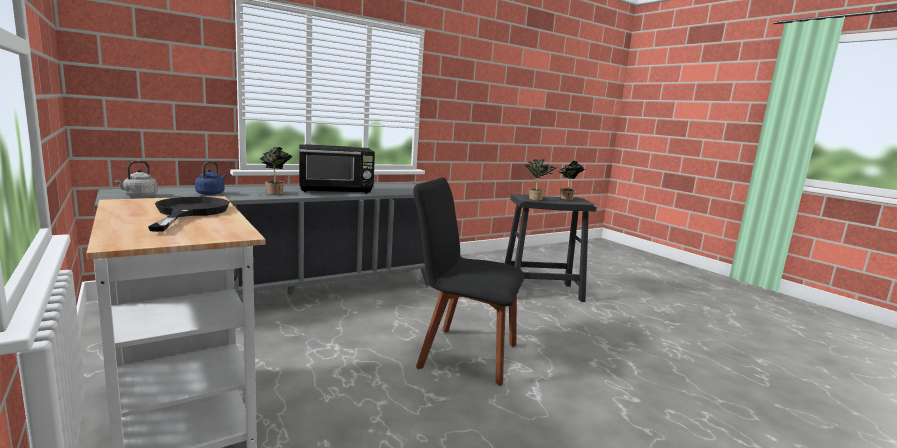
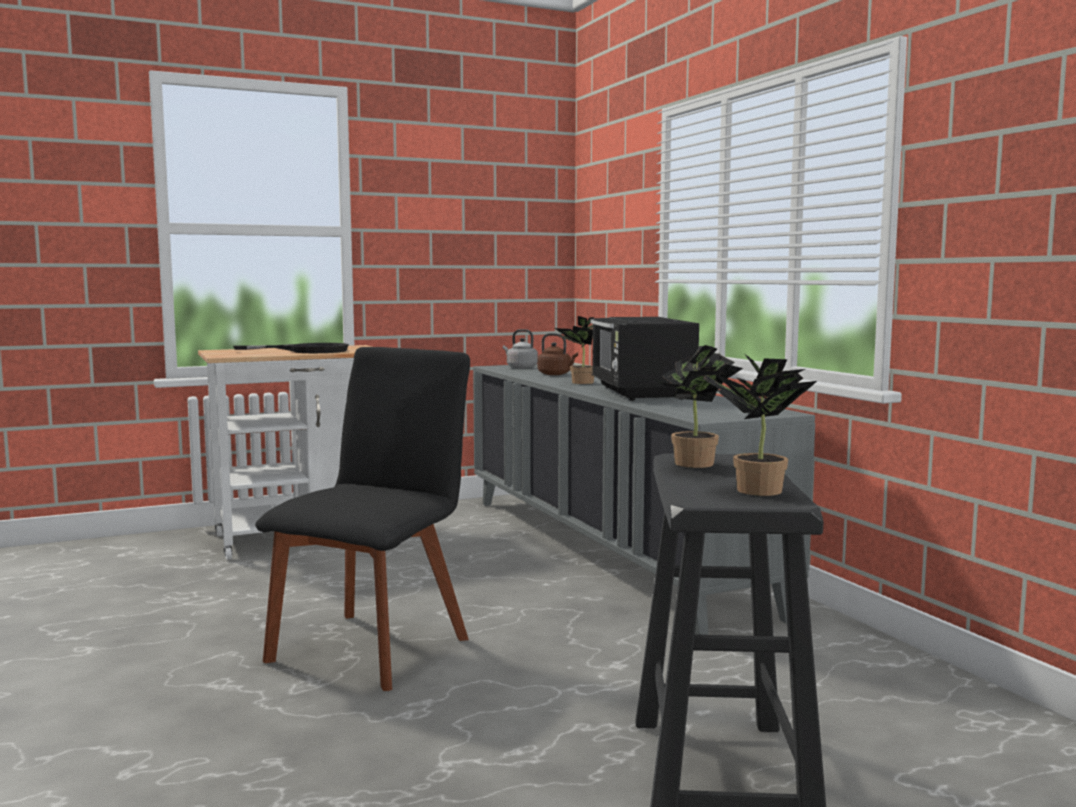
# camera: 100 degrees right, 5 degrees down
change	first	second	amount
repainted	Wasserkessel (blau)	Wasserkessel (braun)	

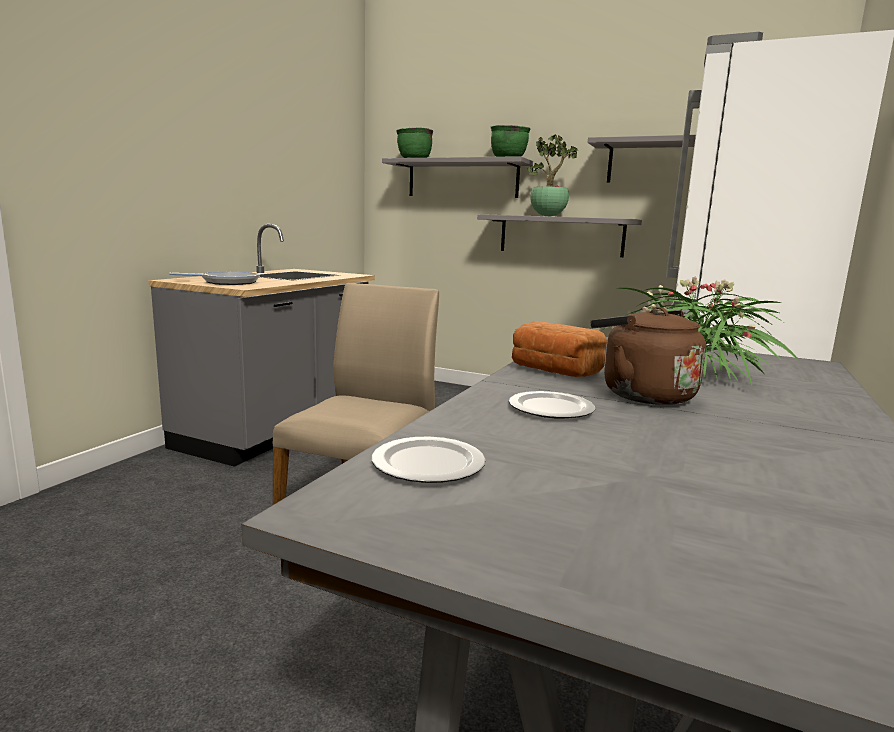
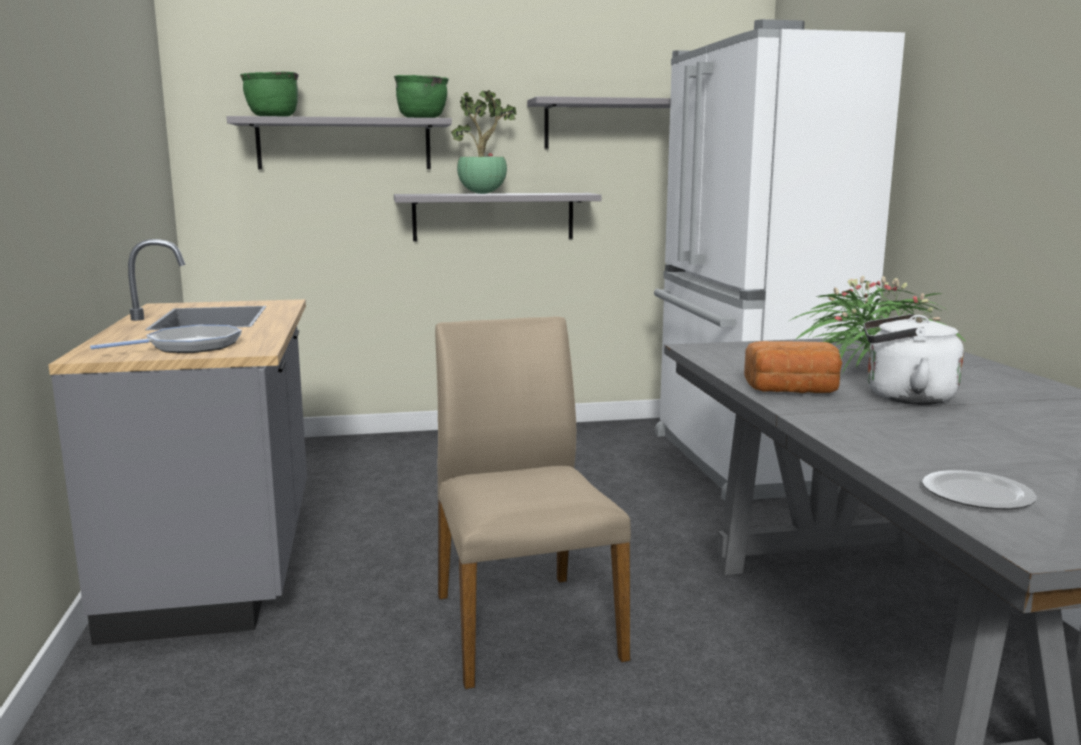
# camera: 35 degrees left, 0 degrees up
change	first	second	amount
repainted	Wasserkessel (braun)	Wasserkessel (weiß)	
gone	Teller (no. 2 from left)		

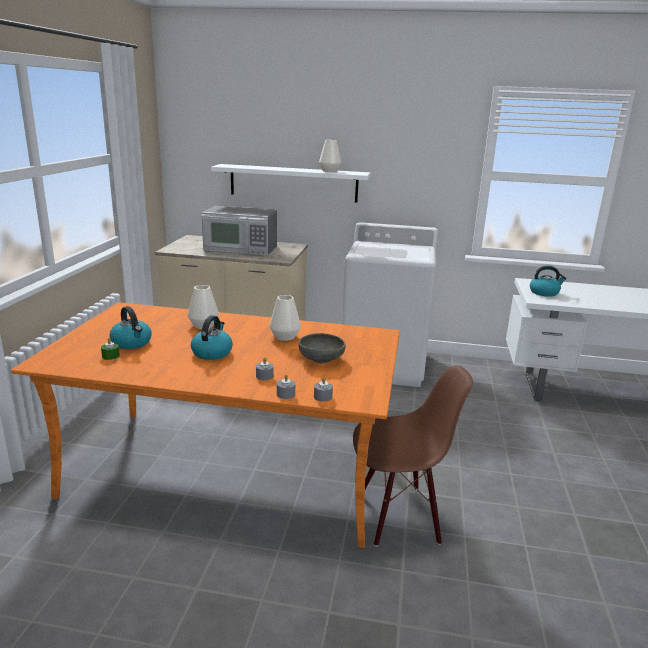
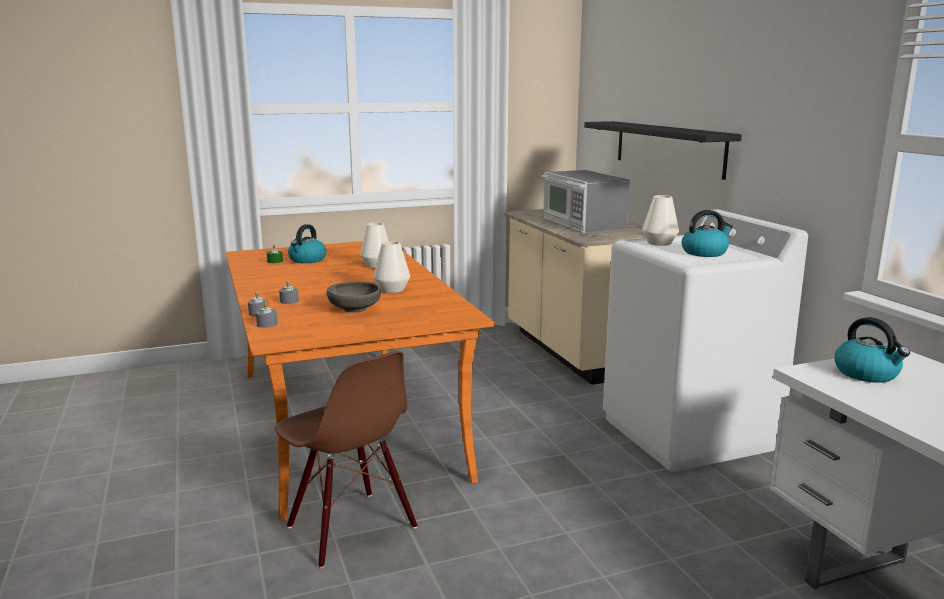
# camera: 60 degrees right, 5 degrees down
change	first	second	amount
repainted	Wandregal (weiß)	Wandregal (schwarz)	
shifted	Vase (weiß) (no. 3 from left)		
shifted	Wasserkessel (no. 2 from left)		

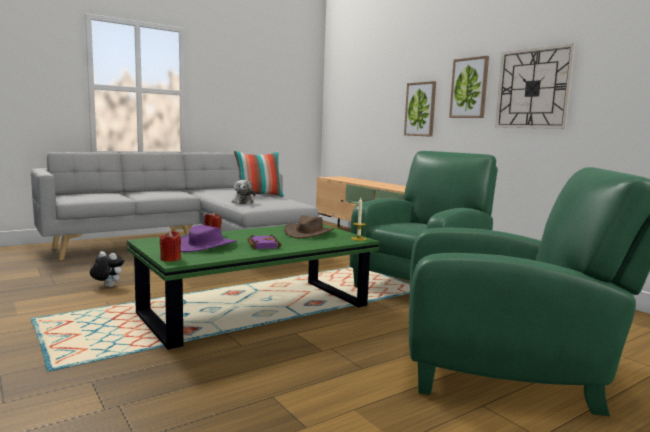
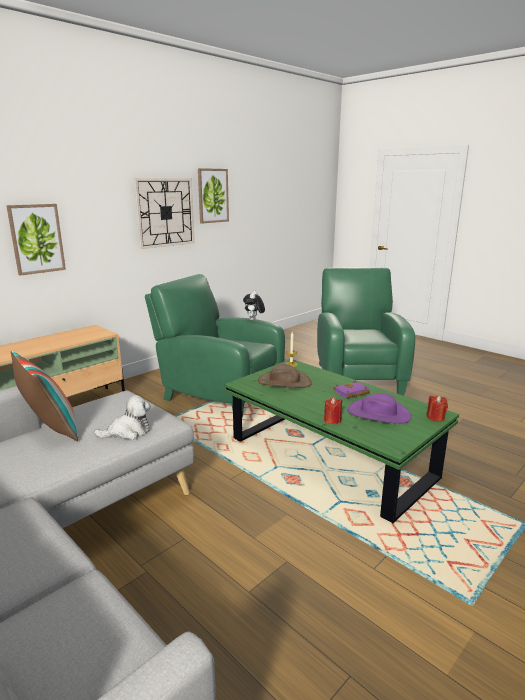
# camera: 100 degrees left, 10 degrees up
change	first	second	amount
shifted	Bild (no. 2 from left)		
shifted	Plüschtier (no. 1 from left in the first image)	Plüschtier (no. 2 from left)	

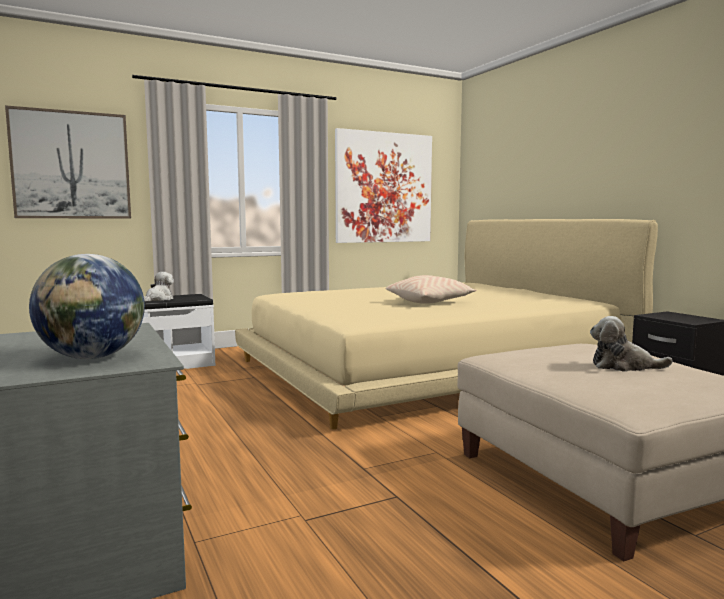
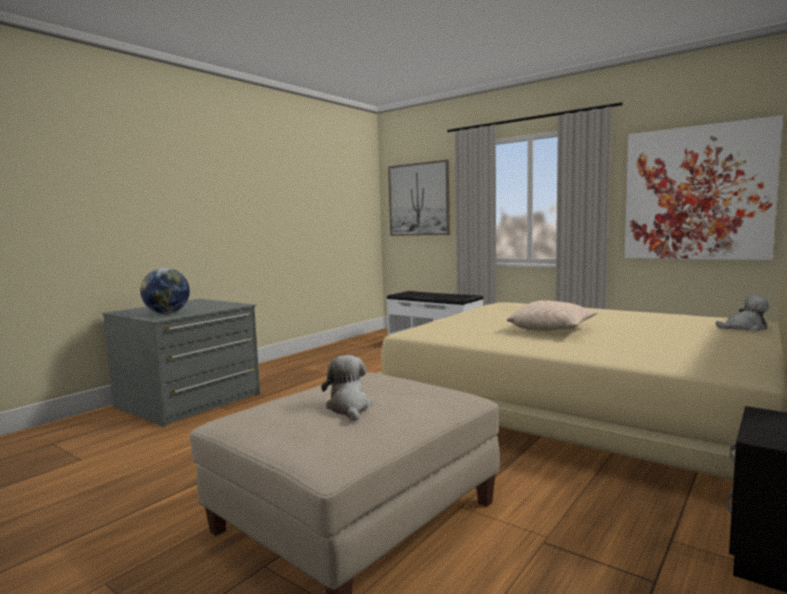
# camera: 65 degrees right, 0 degrees up
change	first	second	amount
shifted	Plüschtier (no. 1 from left in the first image)	Plüschtier (no. 2 from left)	

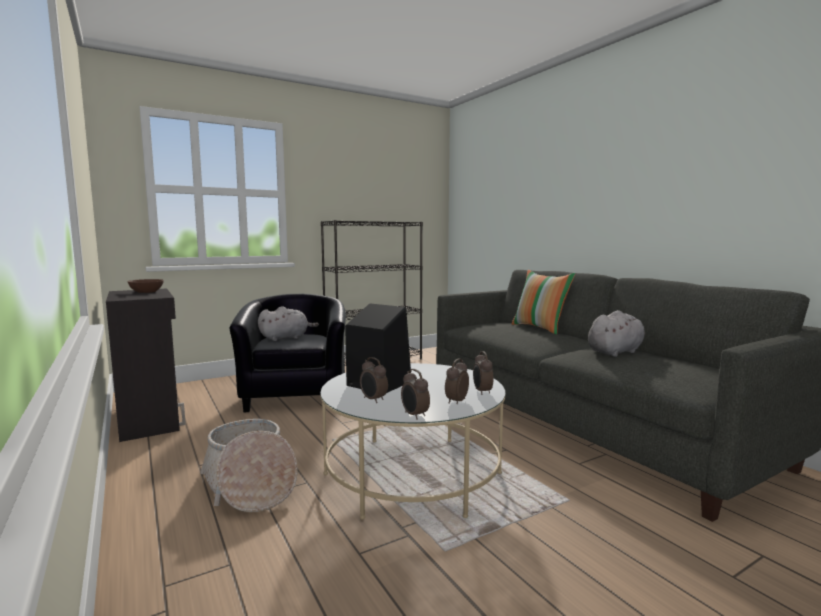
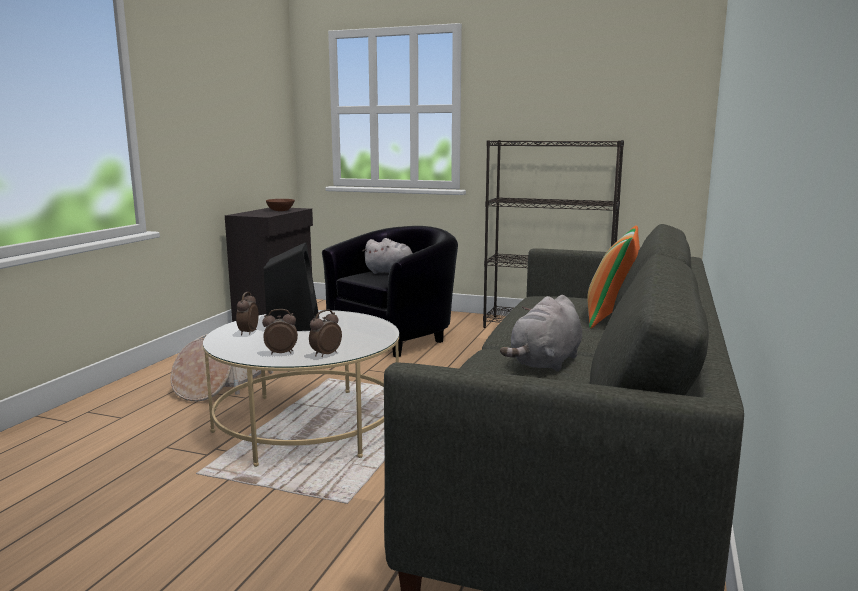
# camera: 50 degrees right, 5 degrees up
change	first	second	amount
rotated	Plüschtier (grau) (no. 2 from left)		105 degrees clockwise
gone	Wecker (no. 2 from left)		

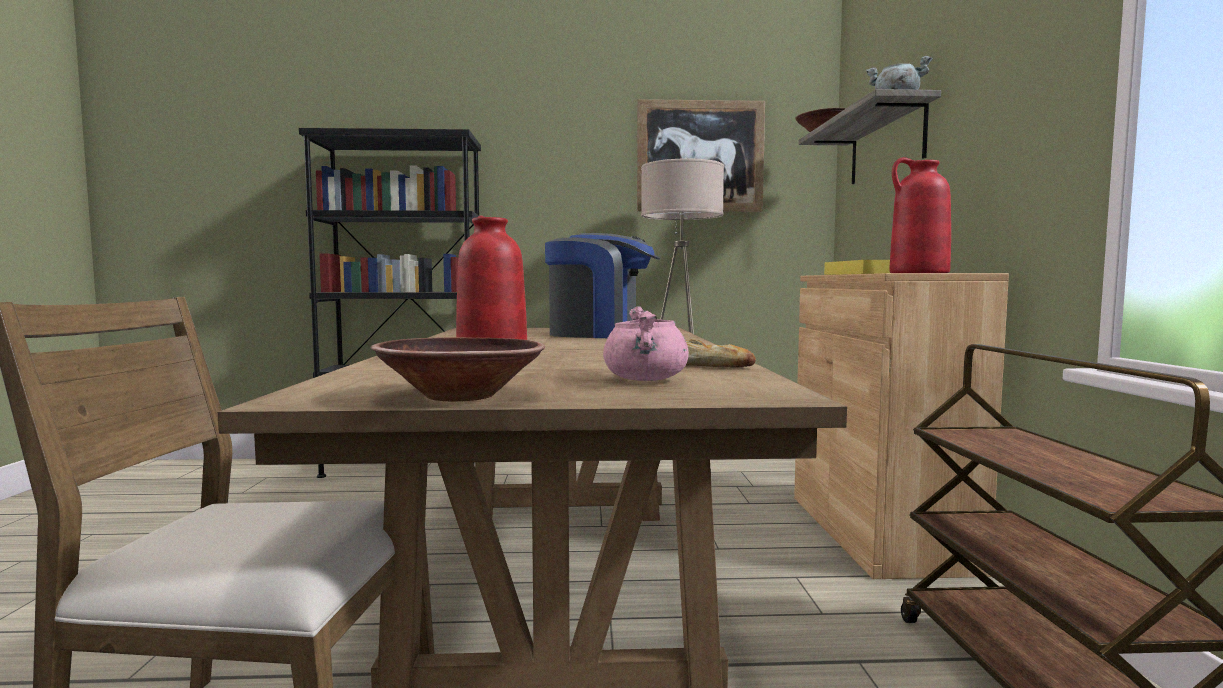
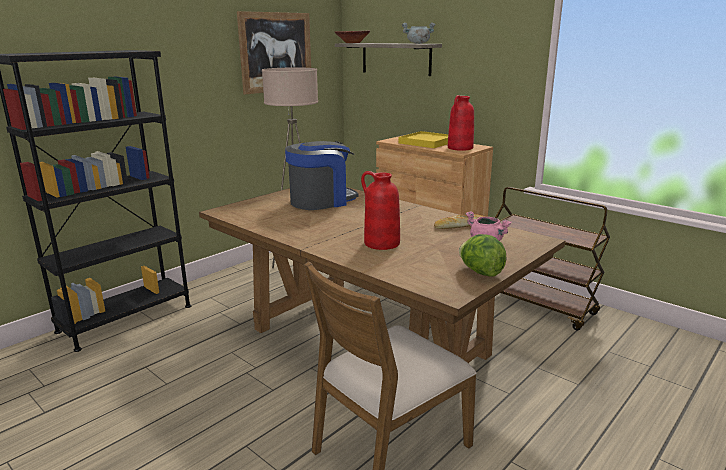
# camera: 45 degrees left, 15 degrees up
change	first	second	amount
swapped	Schüssel (braun) (no. 1 from left)	Salatkopf	

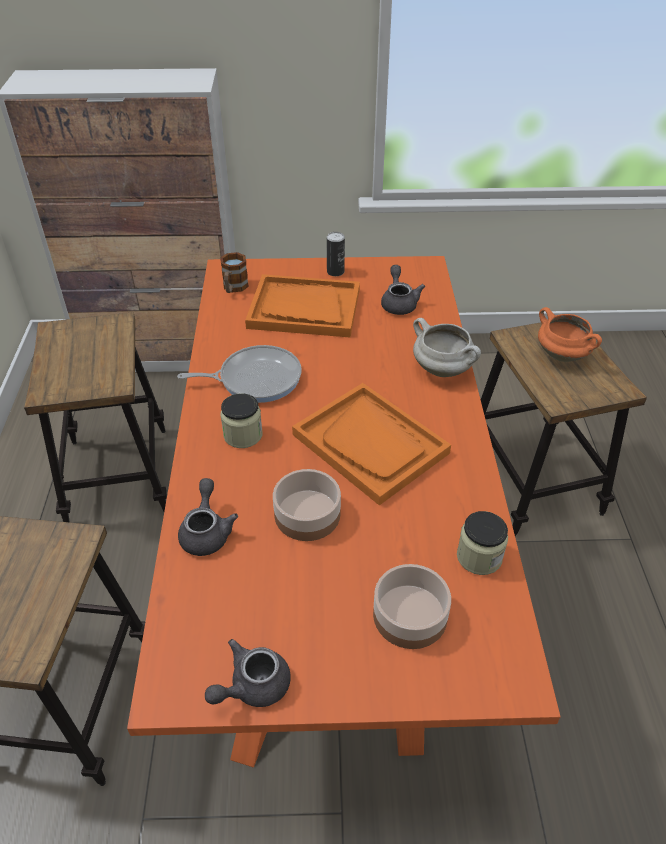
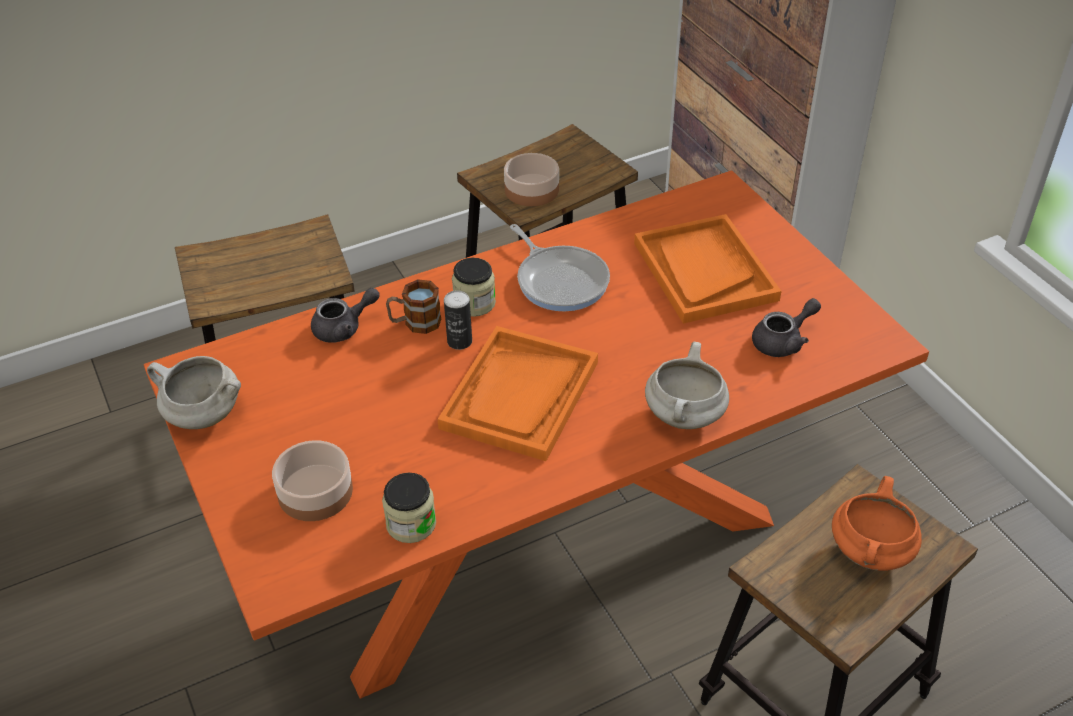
# camera: 65 degrees right, 0 degrees up
change	first	second	amount
swapped	Teekanne (grau) (no. 2 from left)	Kochtopf (weiß) (no. 1 from left)	
shifted	Henkelbecher		
shifted	Dose		
shifted	Schüssel (no. 1 from left in the first image)	Schüssel (no. 2 from left)	

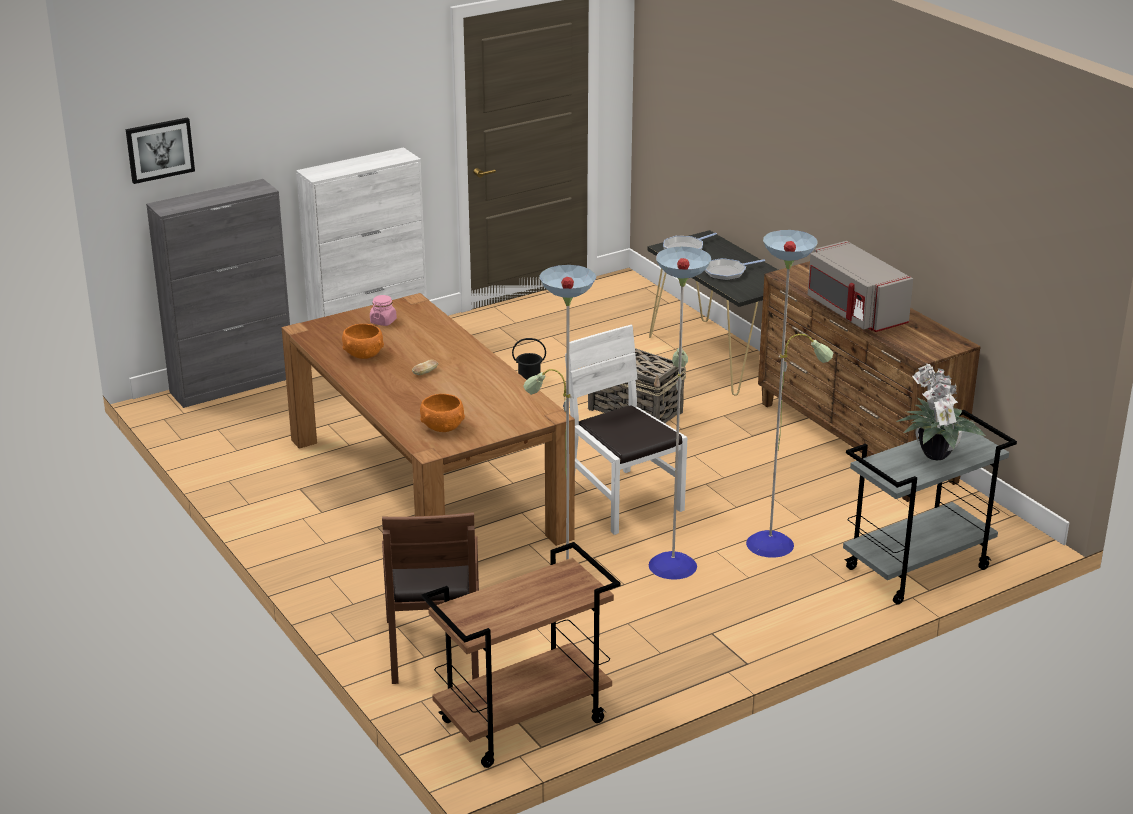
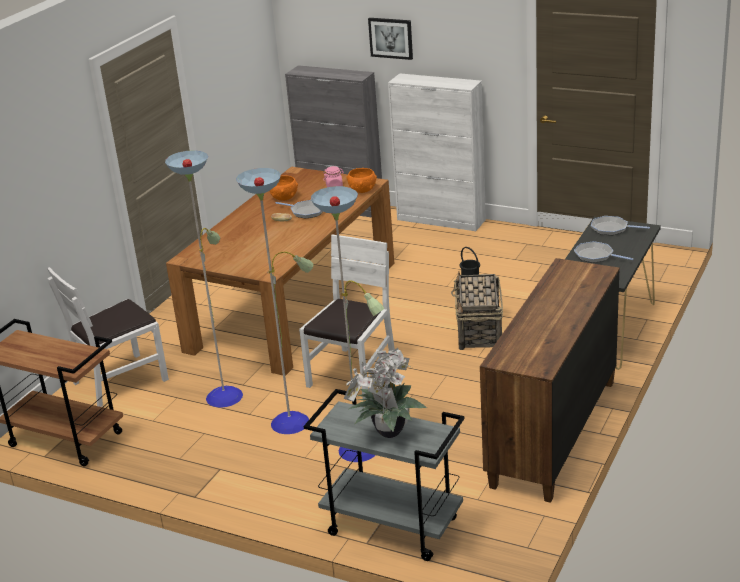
# camera: 60 degrees right, 0 degrees up
change	first	second	amount
repainted	Stuhl (braun)	Stuhl (weiß) (no. 1 from left)	
new		Pfanne (no. 1 from left)	
shifted	Schüssel (orange) (no. 2 from left)		
shifted	Bild		
gone	Mikrowelle (grau)		

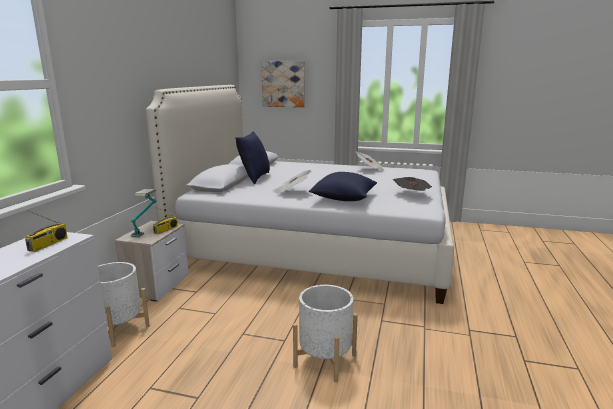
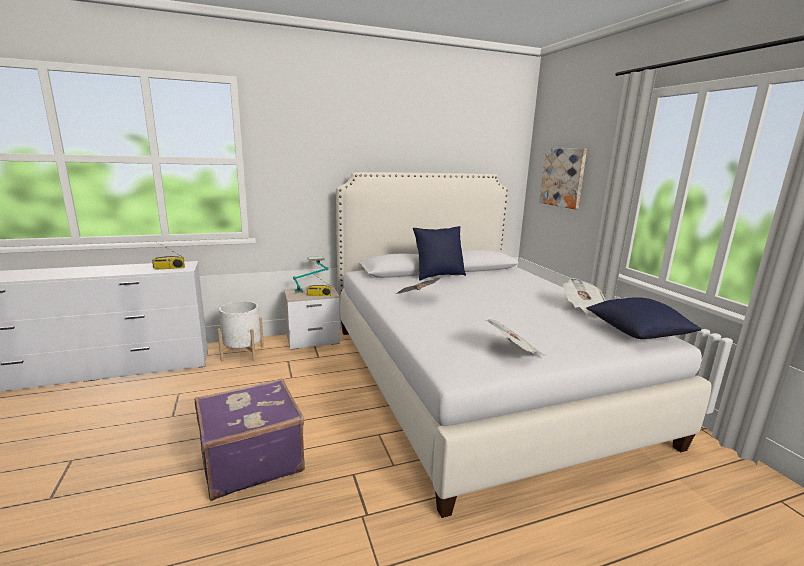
# camera: 55 degrees right, 0 degrees up
change	first	second	amount
swapped	Pflanzkübel (weiß) (no. 2 from left)	Koffer (lila)	
shifted	Kissen (blau) (no. 2 from left)		

